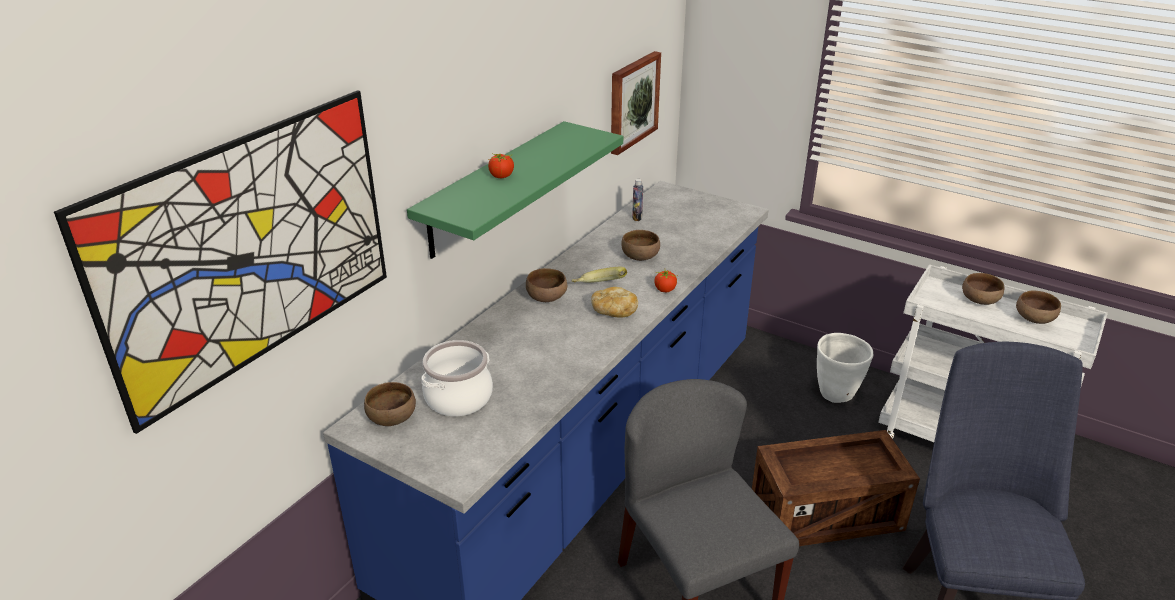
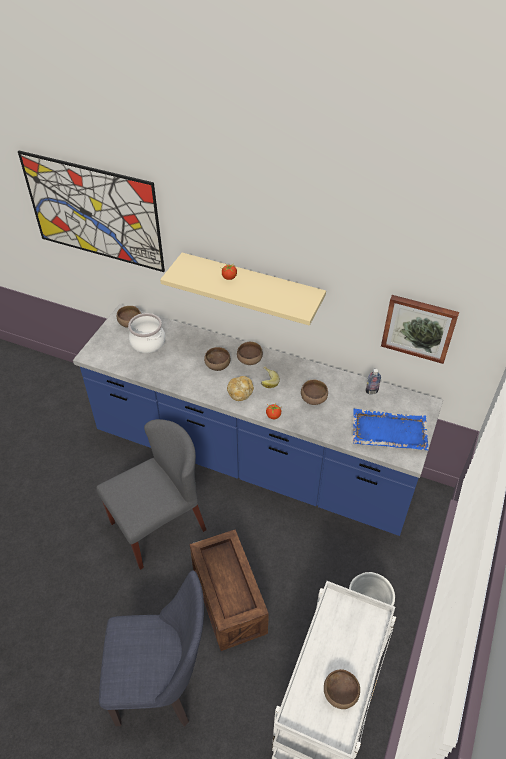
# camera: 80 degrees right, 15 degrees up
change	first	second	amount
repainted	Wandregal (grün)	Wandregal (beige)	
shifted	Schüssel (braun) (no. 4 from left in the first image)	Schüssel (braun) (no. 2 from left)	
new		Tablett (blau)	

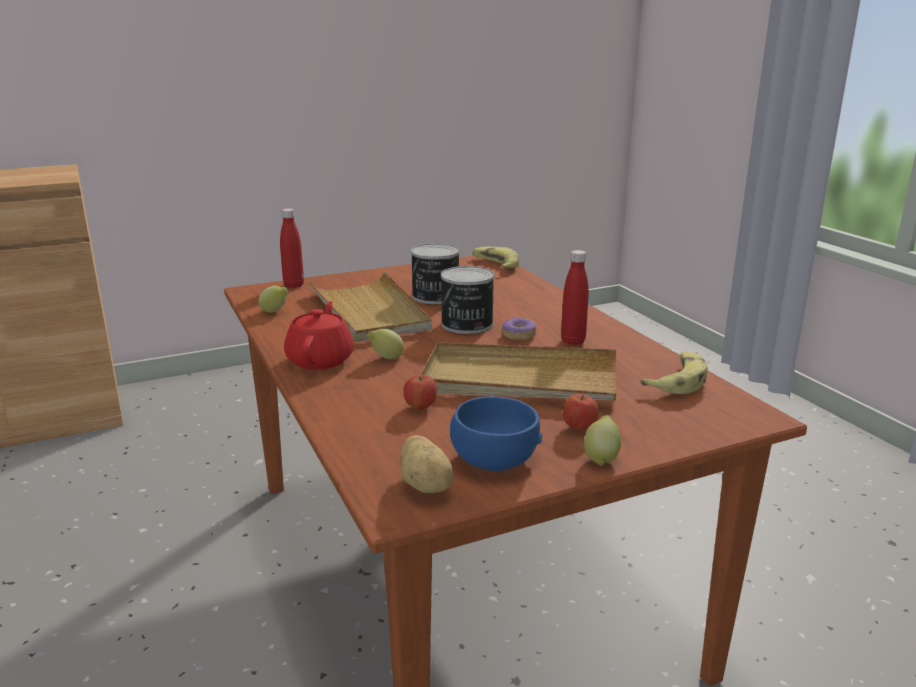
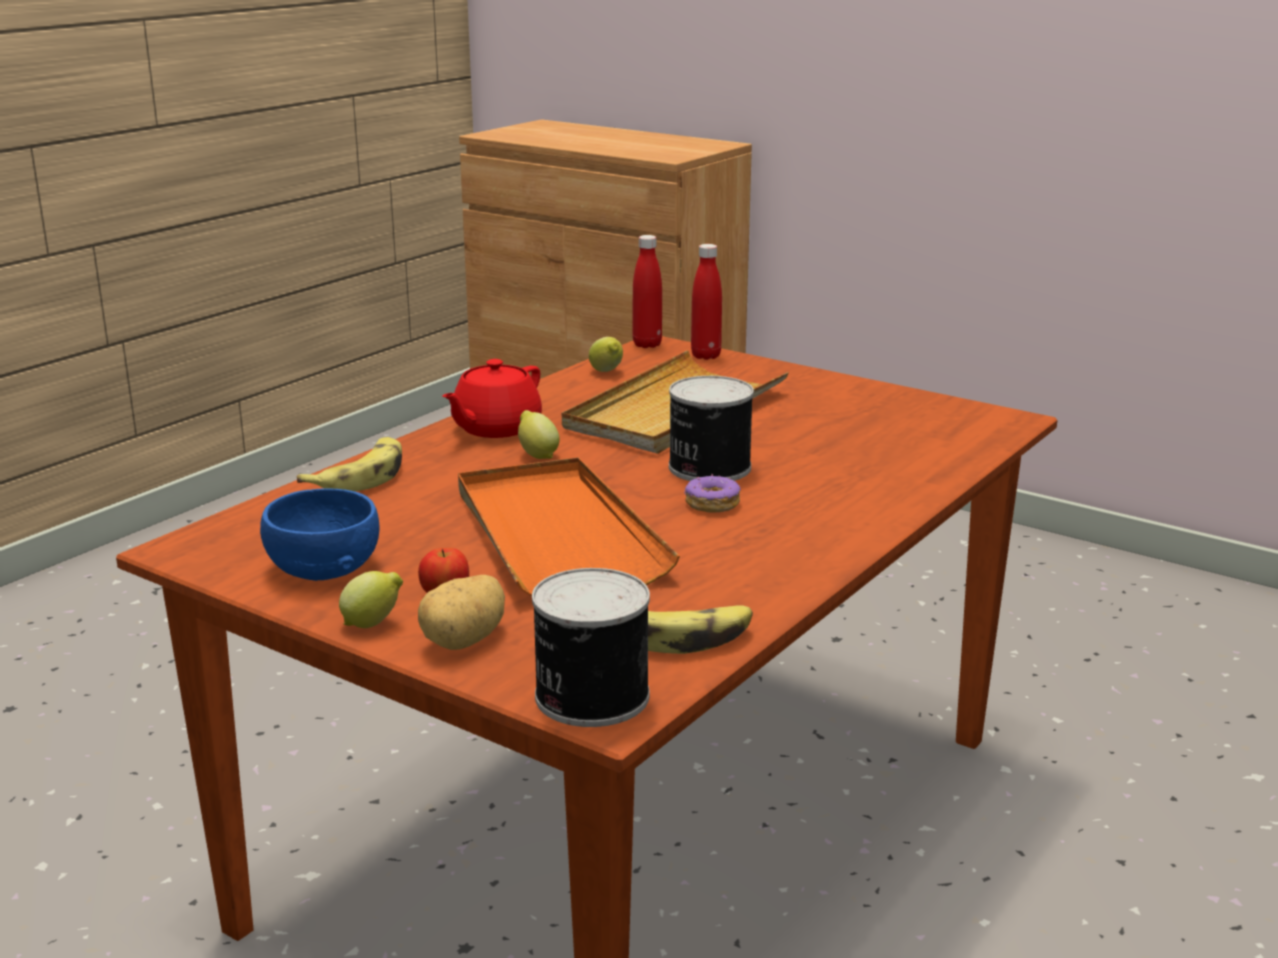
# camera: 60 degrees right, 0 degrees up
change	first	second	amount
shifted	Banane (no. 1 from left)		
shifted	Kartoffel		
rotated	Teekanne (rot)		150 degrees clockwise
repainted	Tablett (beige) (no. 2 from left)	Tablett (orange)	
shifted	Dose (no. 1 from left)		
shifted	Flasche (rot) (no. 2 from left in the first image)	Flasche (rot) (no. 1 from left)	
gone	Apfel (no. 1 from left)		

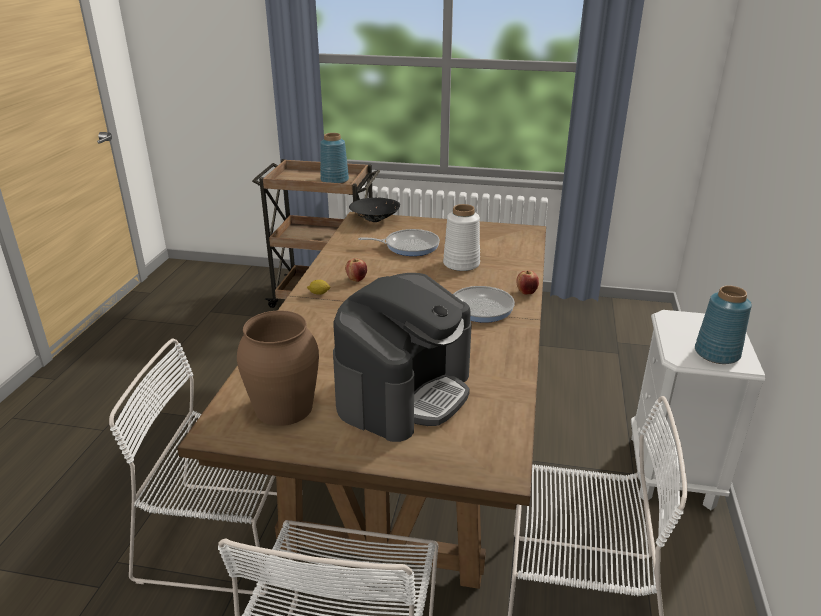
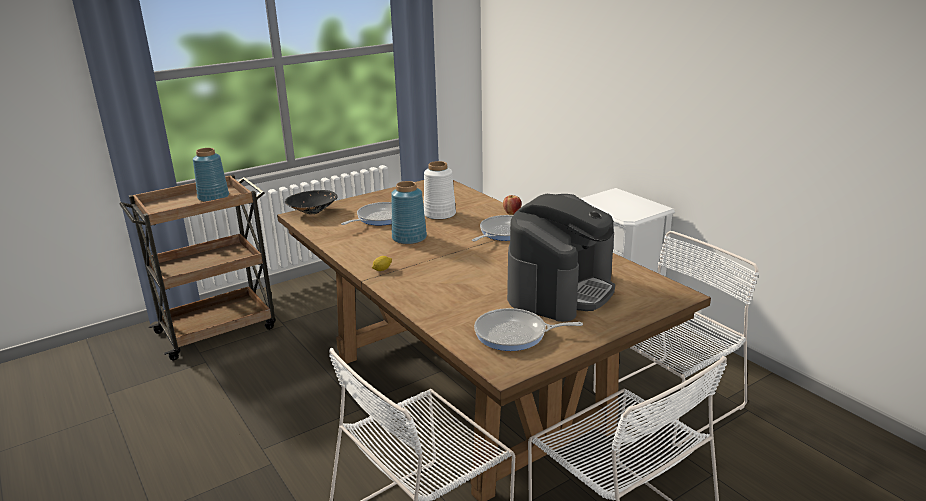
# camera: 45 degrees left, 5 degrees down
change	first	second	amount
shifted	Vase (blau) (no. 2 from left)		
swapped	Vase (braun)	Pfanne (no. 3 from left)	
rotated	Kaffeemaschine		45 degrees clockwise
gone	Apfel (no. 1 from left)		

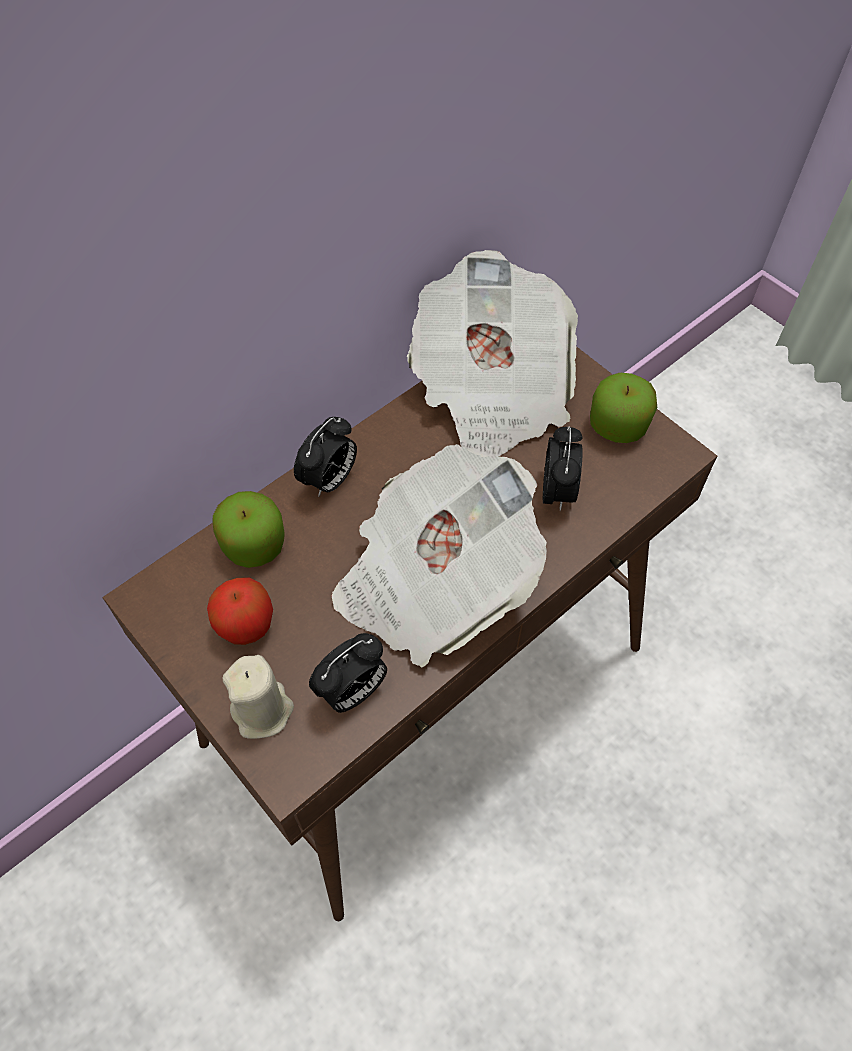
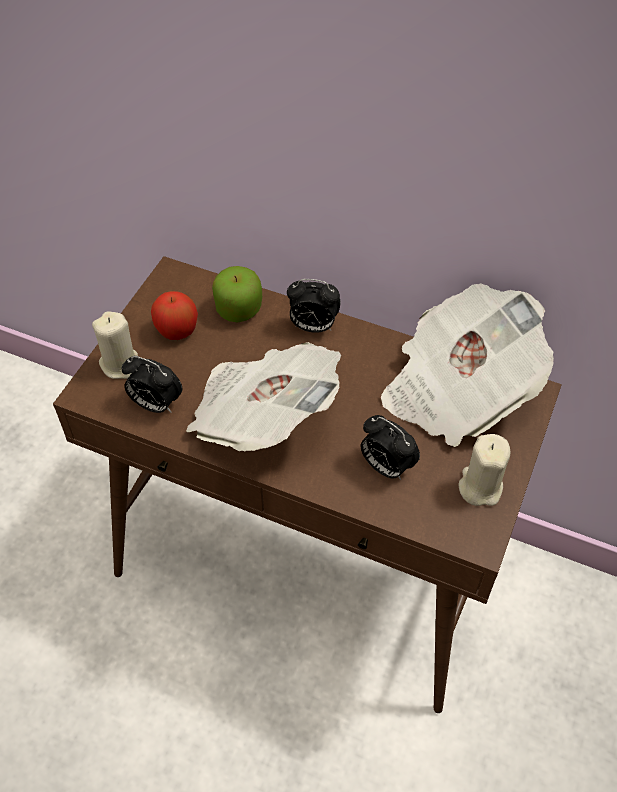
# camera: 65 degrees right, 5 degrees down
change	first	second	amount
rotated	Wecker (no. 3 from left)		60 degrees clockwise
swapped	Apfel (no. 3 from left)	Kerze (beige) (no. 2 from left)	

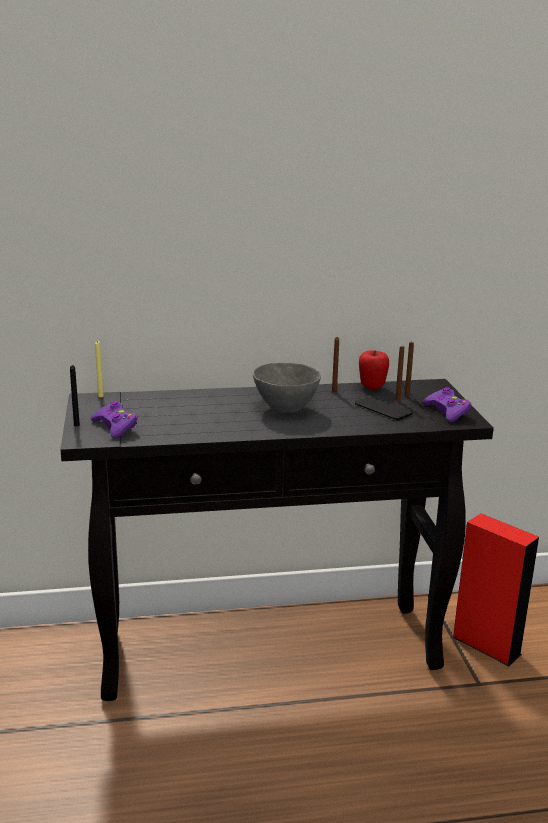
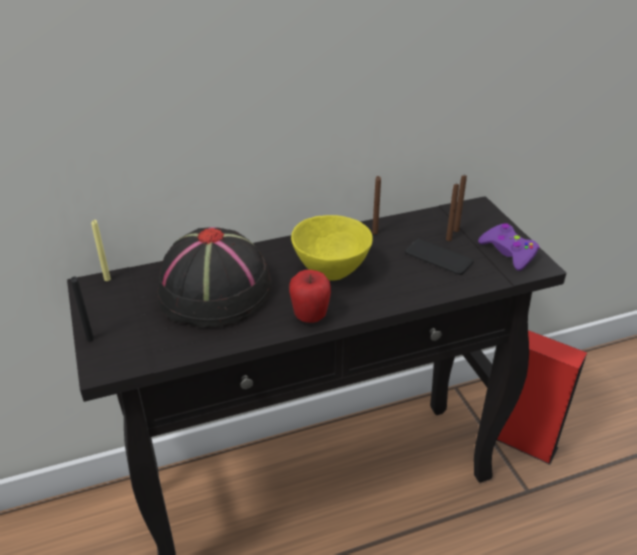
# camera: 10 degrees left, 15 degrees up
change	first	second	amount
new		Hut (schwarz)	
shifted	Apfel		
repainted	Schüssel (grau)	Schüssel (gelb)	
gone	Gamepad (lila) (no. 1 from left)		

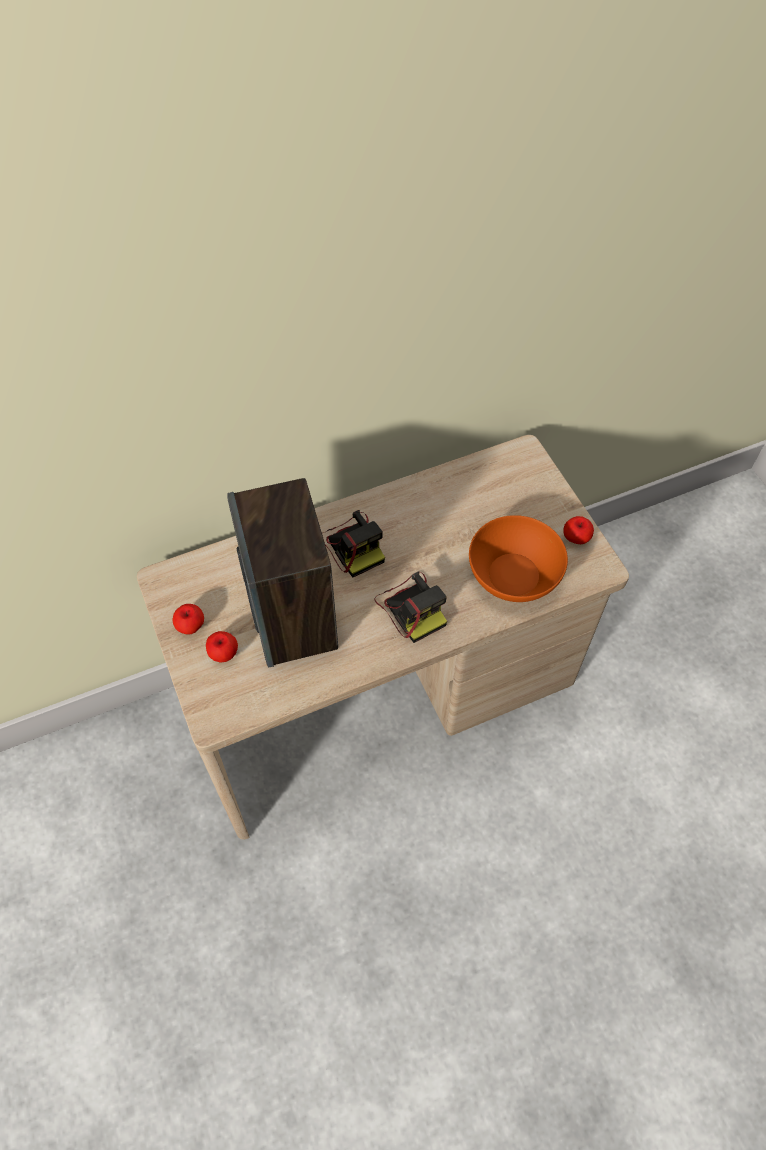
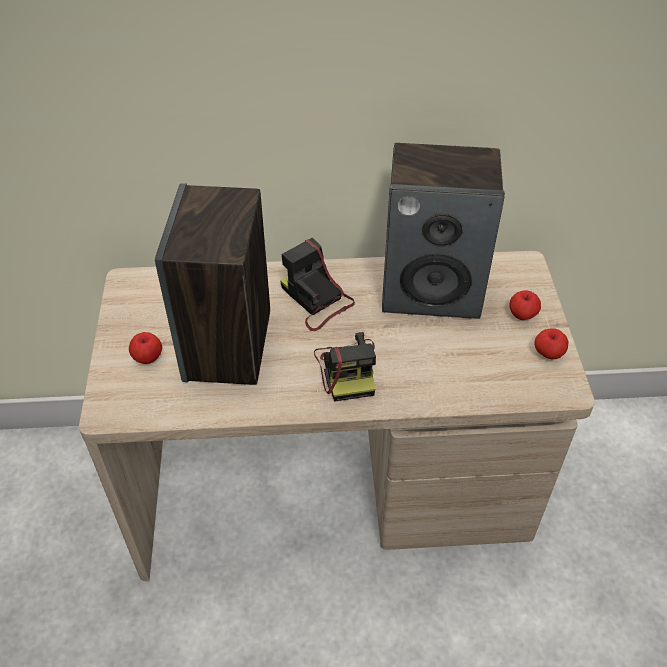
# camera: 20 degrees right, 10 degrees down
change	first	second	amount
rotated	Kamera (no. 1 from left)		150 degrees clockwise
new		Lautsprecher (no. 2 from left)	
shifted	Apfel (no. 1 from left in the first image)	Apfel (no. 2 from left)	
gone	Schüssel (orange)		

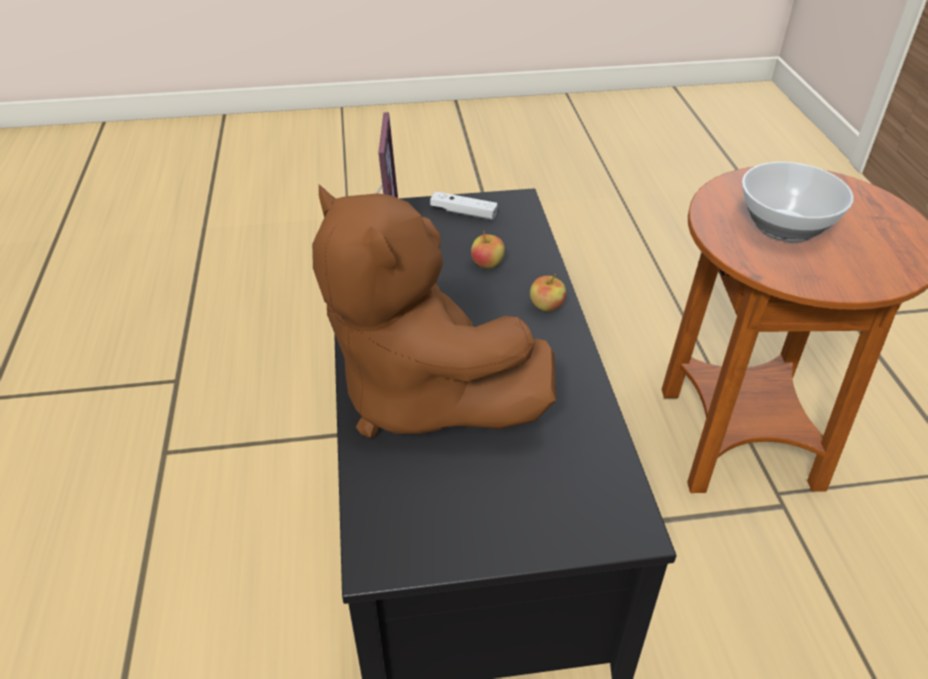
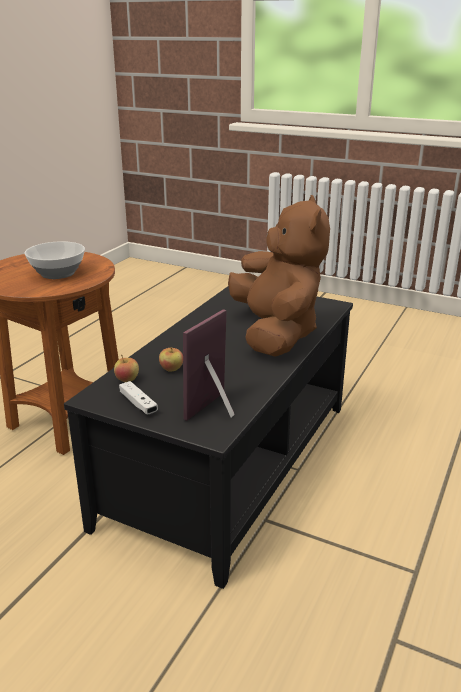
# camera: 145 degrees left, 15 degrees down
change	first	second	amount
shifted	Apfel (no. 2 from left in the first image)	Apfel (no. 1 from left)	

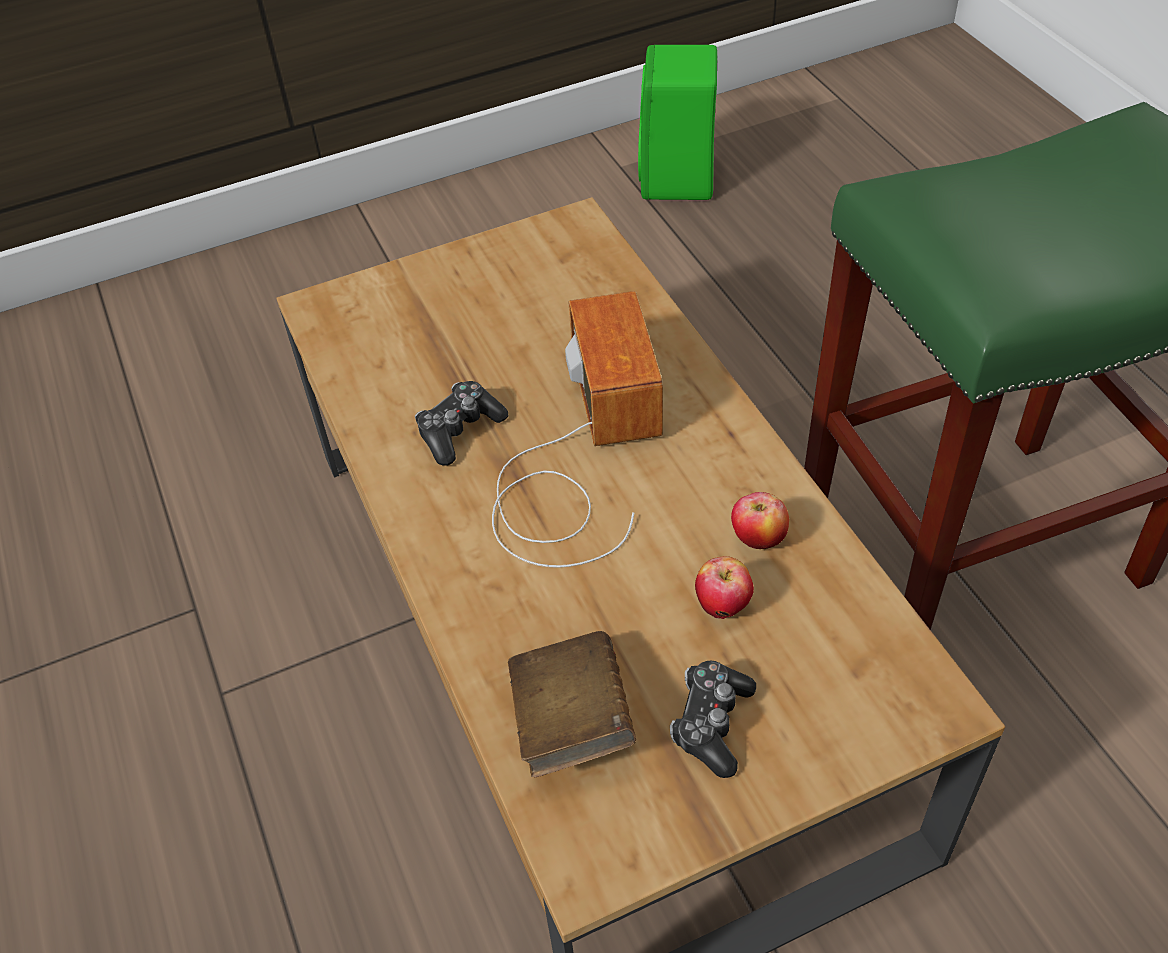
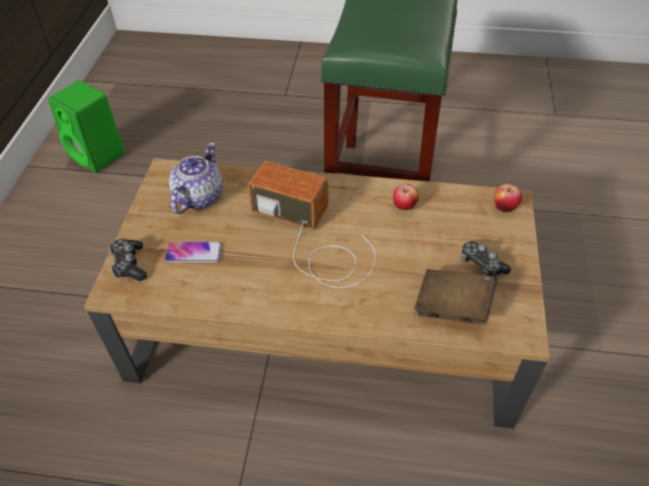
# camera: 60 degrees left, 0 degrees up
change	first	second	amount
shifted	Gamepad (no. 1 from left)		
new		Handy	
new		Teekanne	
shifted	Apfel (no. 1 from left in the first image)	Apfel (no. 2 from left)	

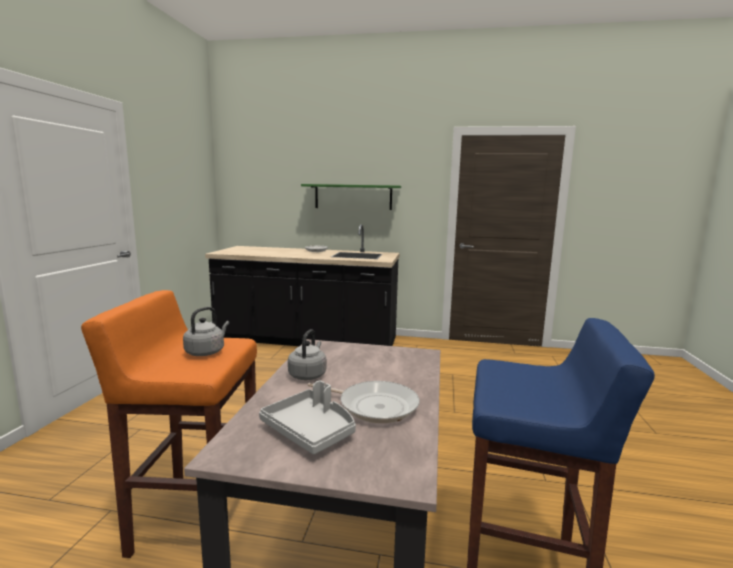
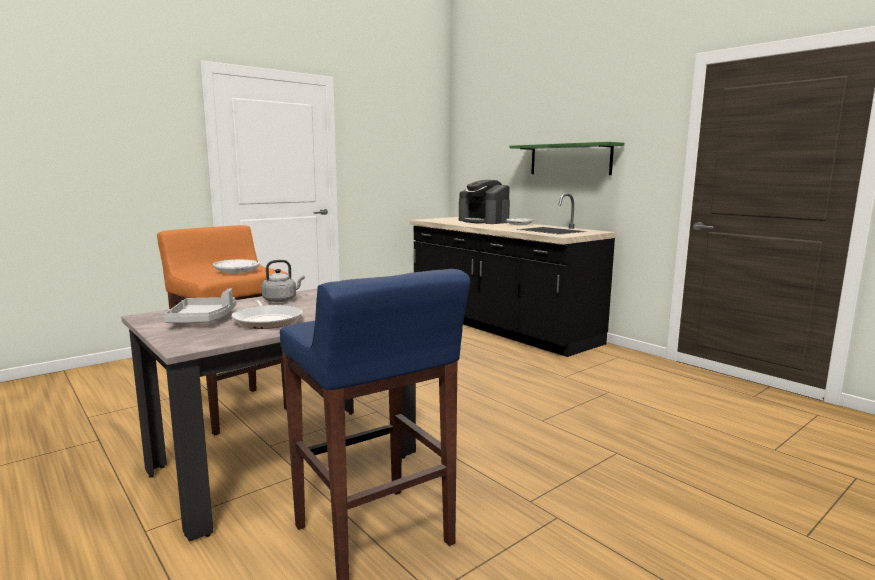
# camera: 40 degrees right, 0 degrees up
change	first	second	amount
swapped	Wasserkessel (grau) (no. 1 from left)	Teller (weiß) (no. 1 from left)	
new		Kaffeemaschine	

